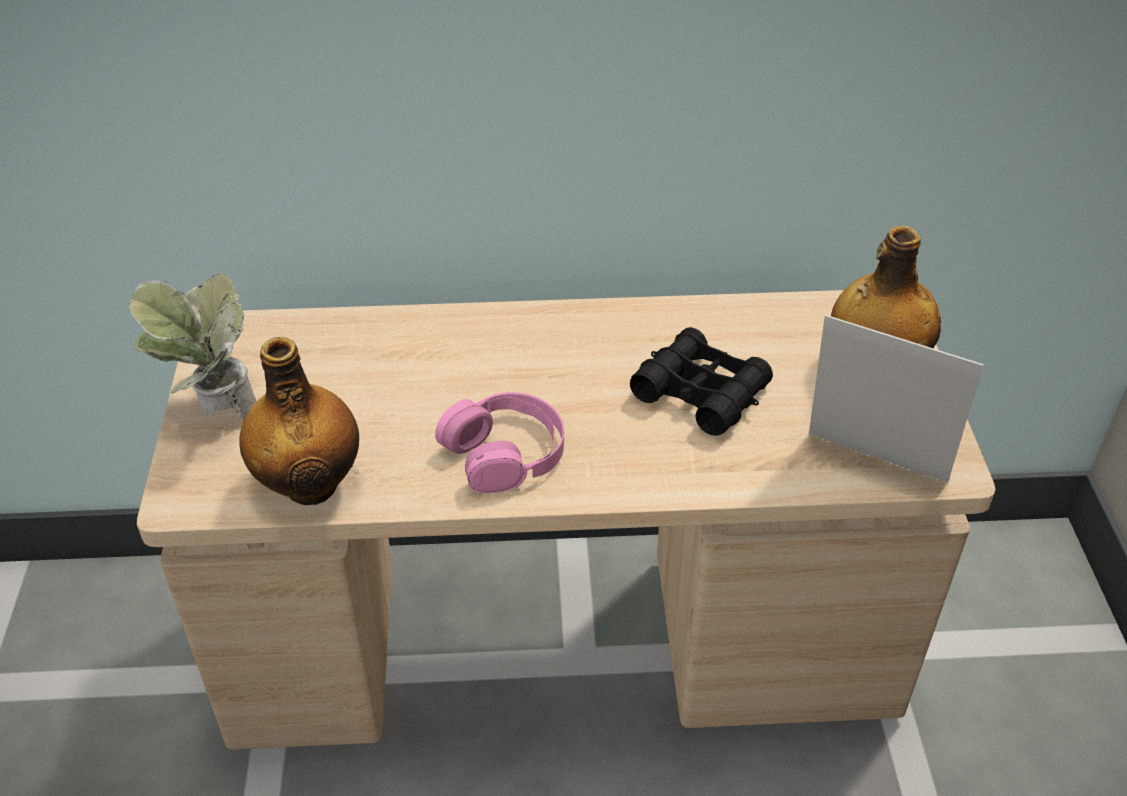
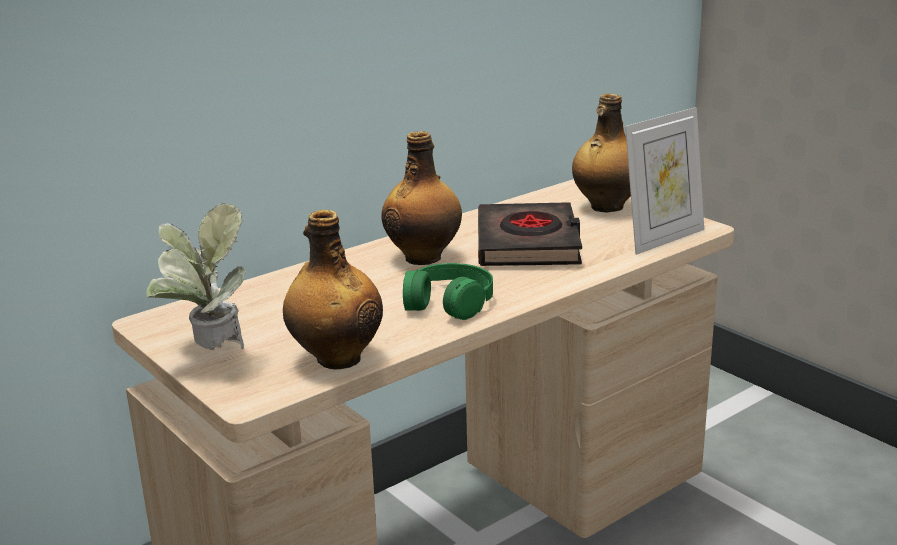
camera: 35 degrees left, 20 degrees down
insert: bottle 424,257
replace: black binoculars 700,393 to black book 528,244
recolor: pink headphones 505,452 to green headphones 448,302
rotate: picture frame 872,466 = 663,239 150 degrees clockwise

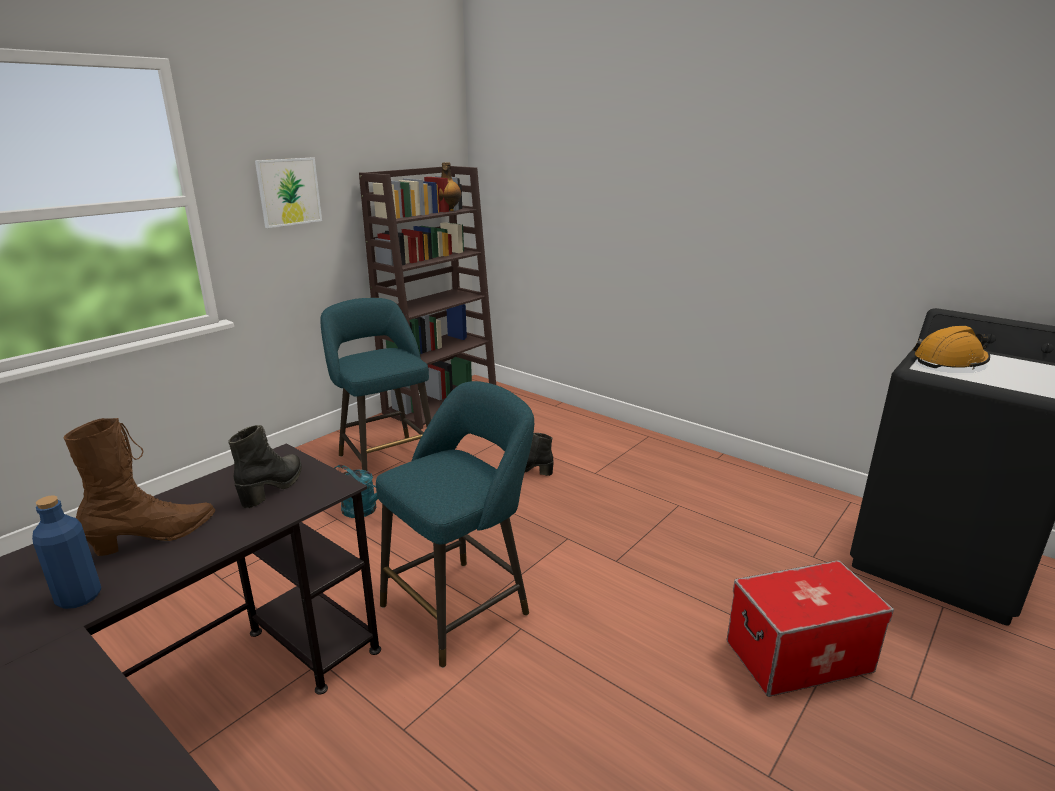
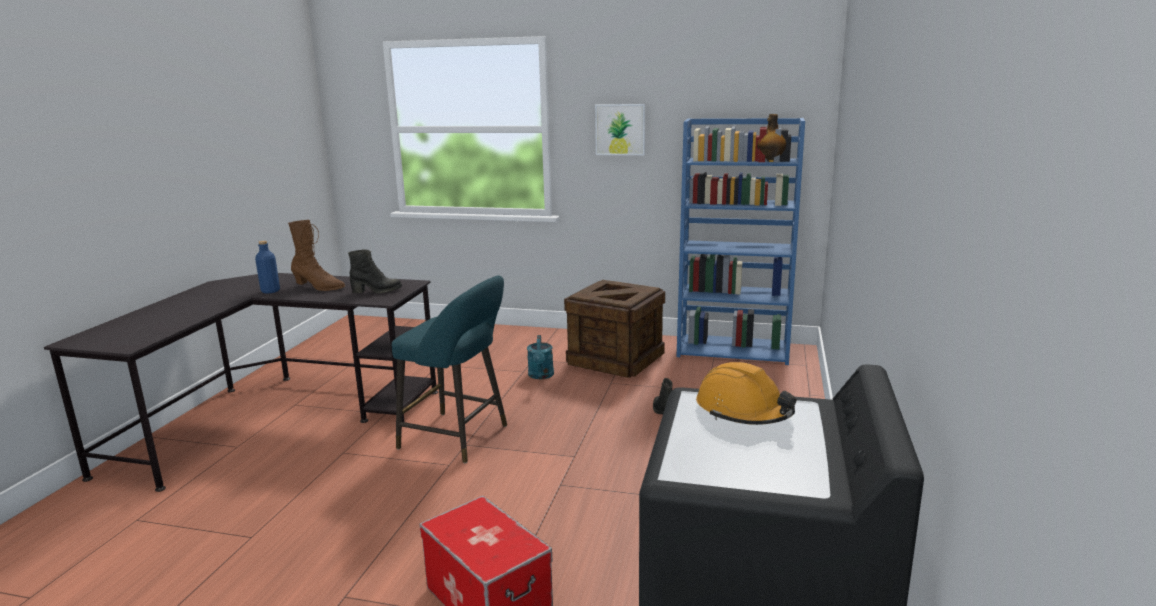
camera: 65 degrees right, 5 degrees down
replace: turquoise stool 385,458 to crate 616,360
recolor: brown bookcase 441,403 to blue bookcase 734,350

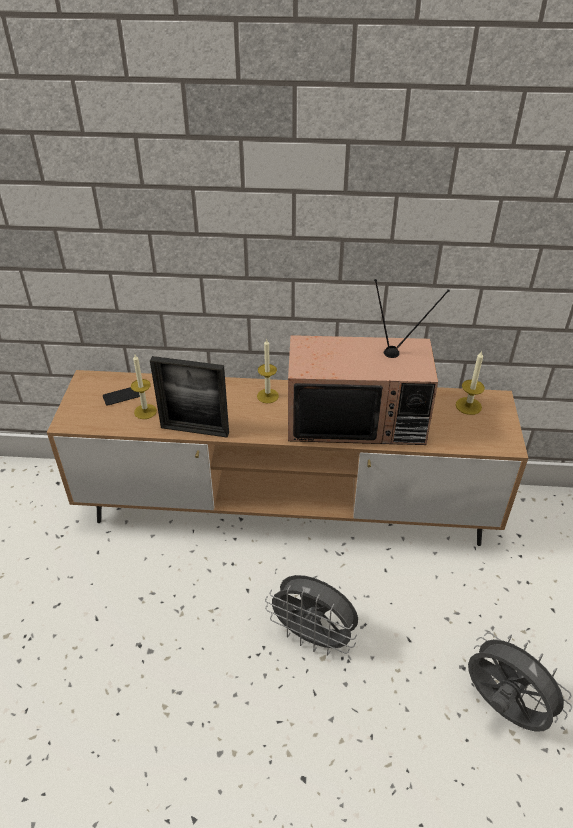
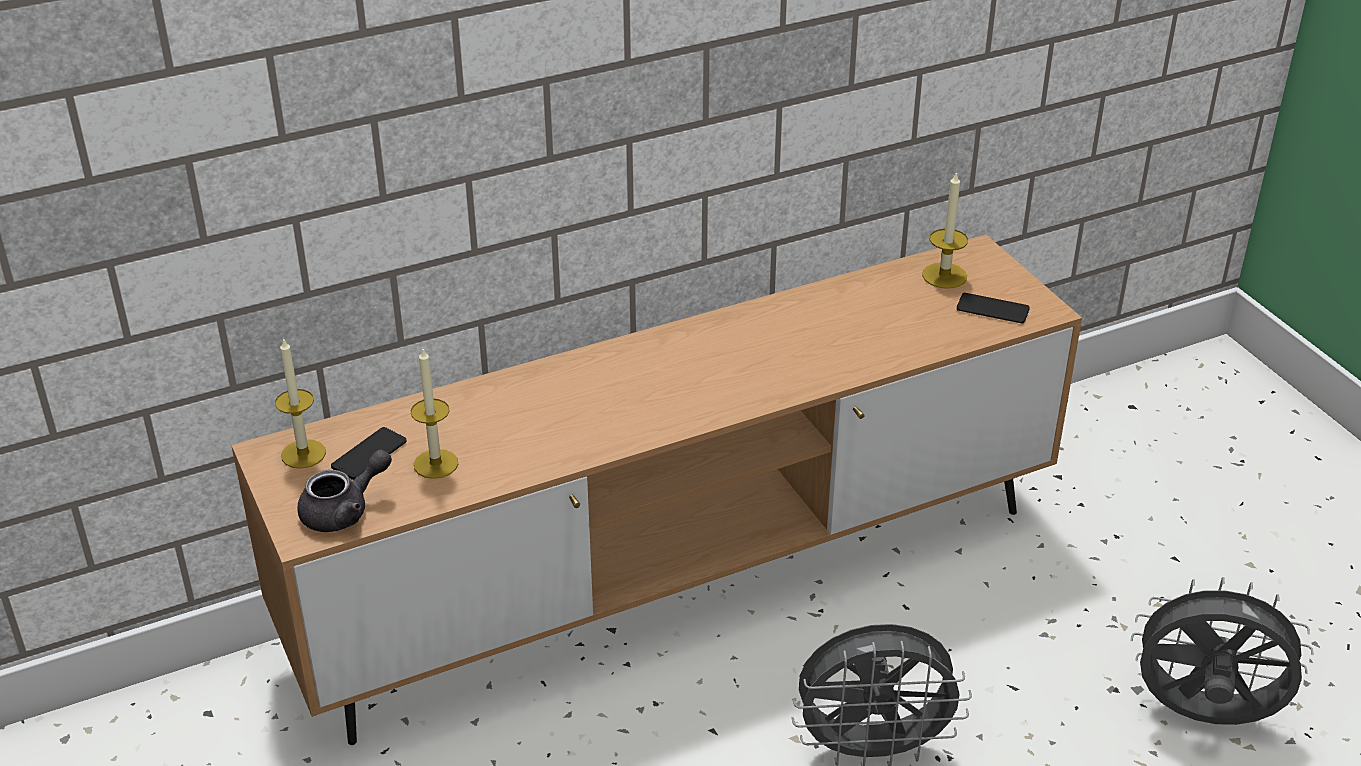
camera: 30 degrees left, 5 degrees down
delete: picture frame 194,430; television 357,418
insert: grey teapot 344,511; phone 992,309
move: candle 267,396 to 303,454

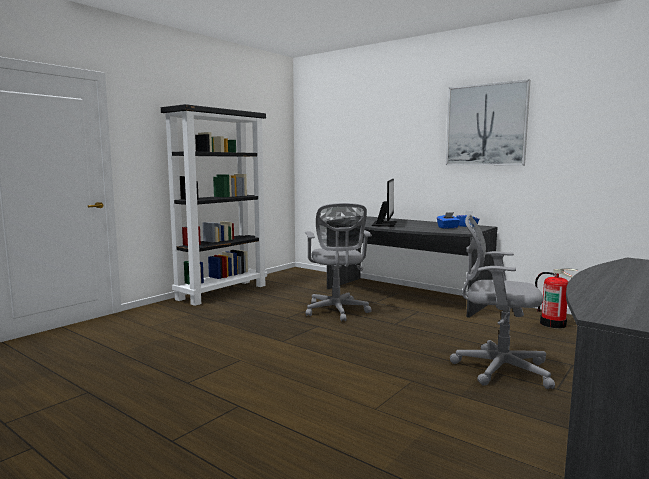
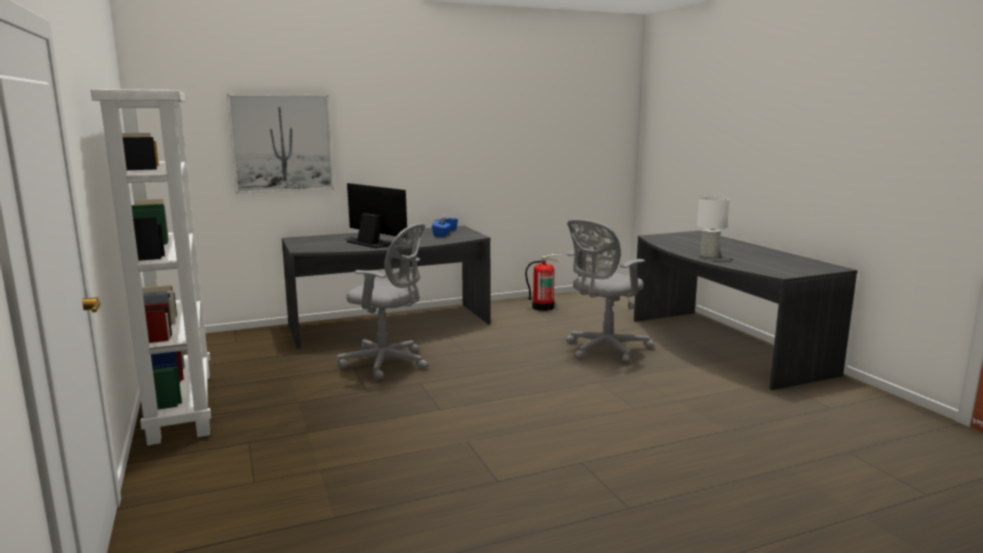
camera: 60 degrees left, 5 degrees up
insert: white table lamp 710,256
move: picture 486,125 to 282,143
recolor: black bookcase 222,292 to white bookcase 180,405

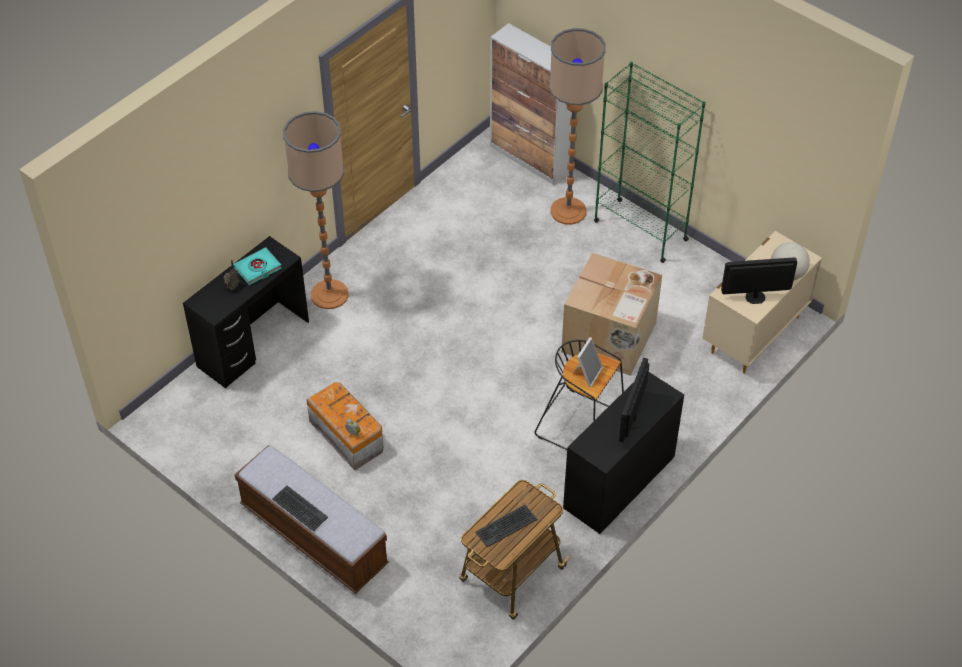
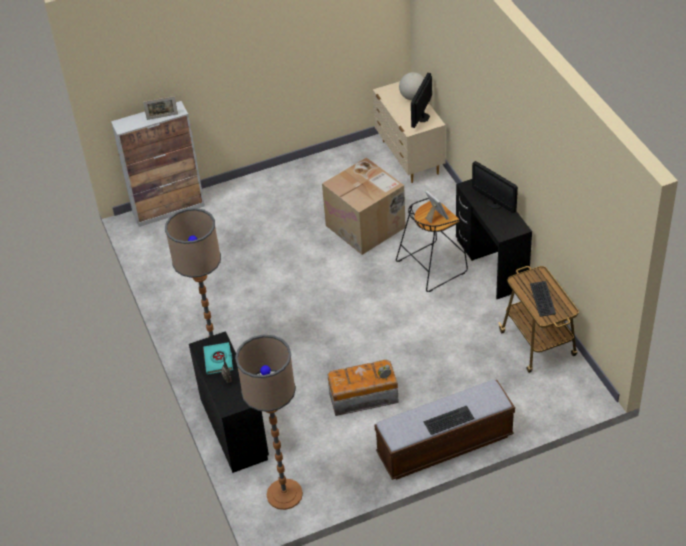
camera: 60 degrees left, 5 degrees down
delete: green bookcase 640,230
insert: picture frame 162,117
move: floor lamp 568,211 to 284,494

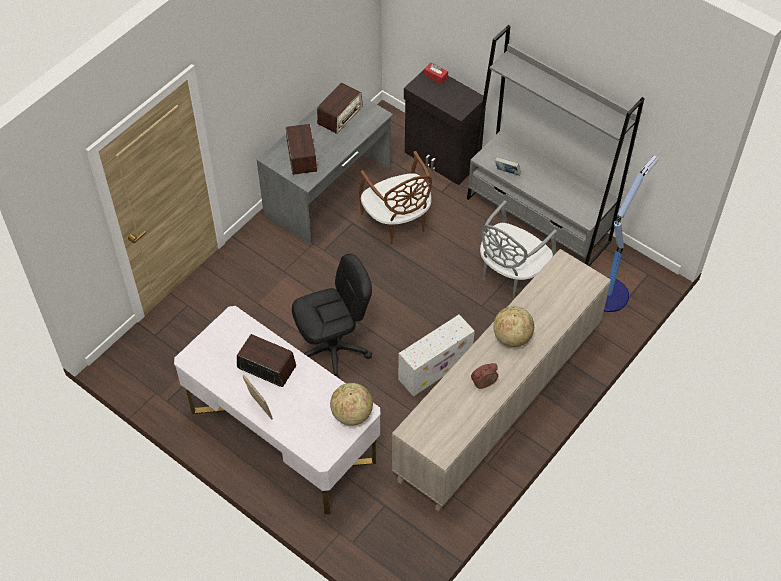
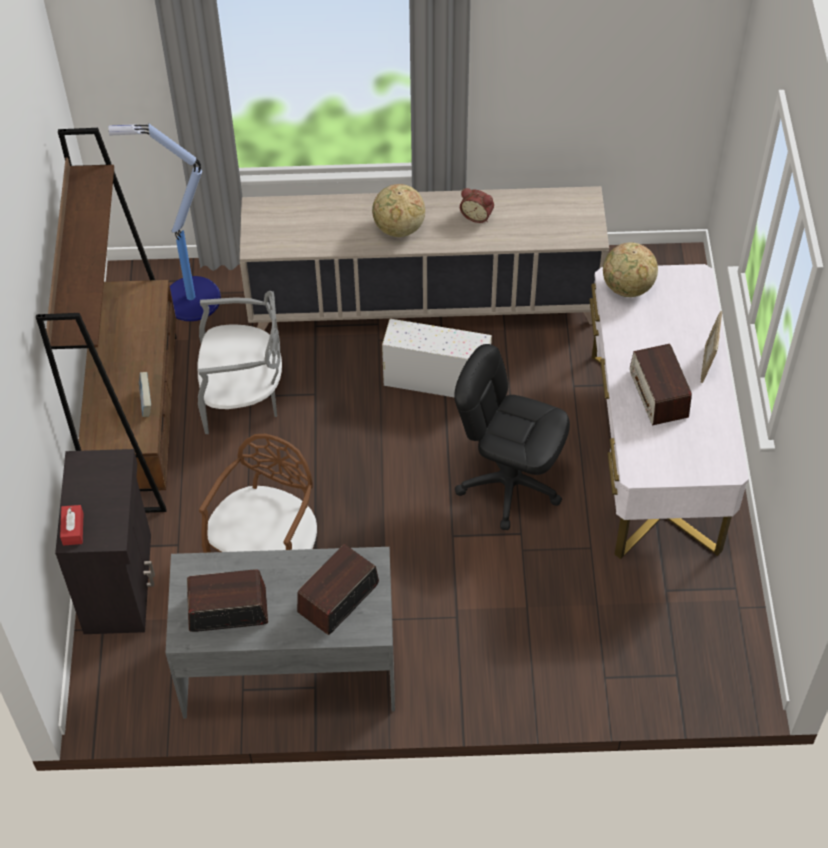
camera: 130 degrees left, 0 degrees up
recolor: grey bookcase 538,220 to brown bookcase 137,421

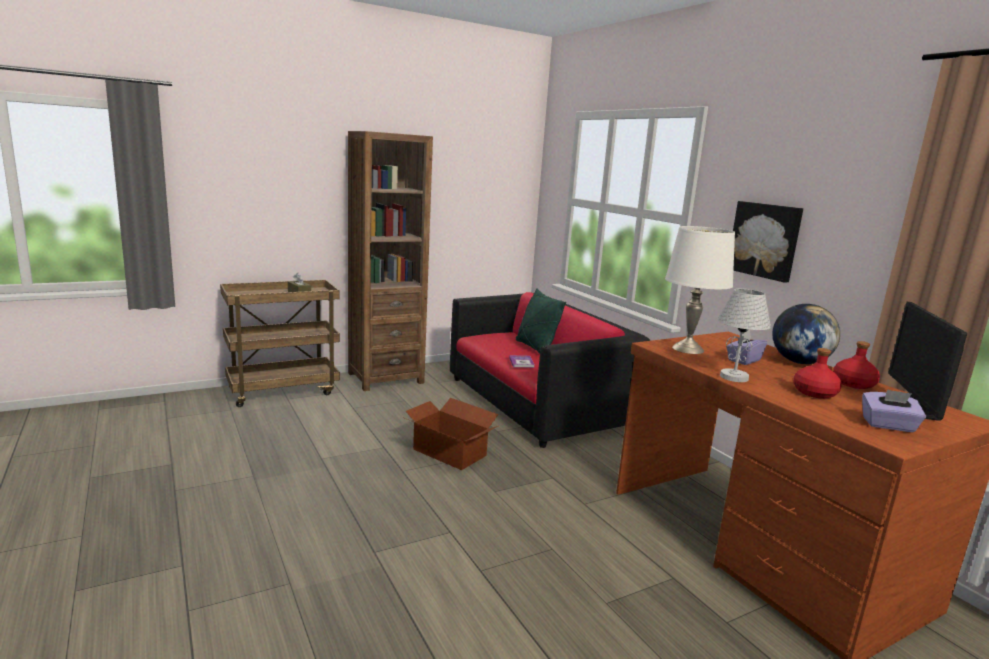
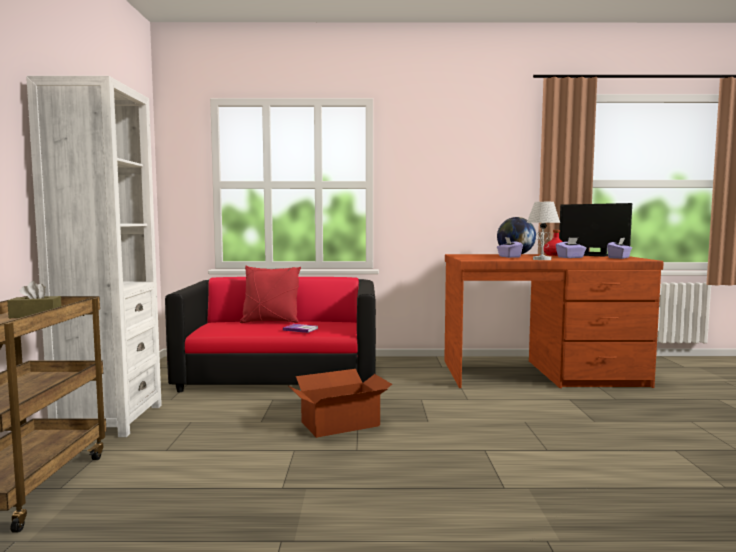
camera: 60 degrees left, 10 degrees down
delete: white table lamp 687,349; picture 765,240
replace: red bottle 815,393 to purple tissue box 570,257
recolor: brown bookcase 385,378 to white bookcase 109,420; green pillow 535,348 to red pillow 270,322

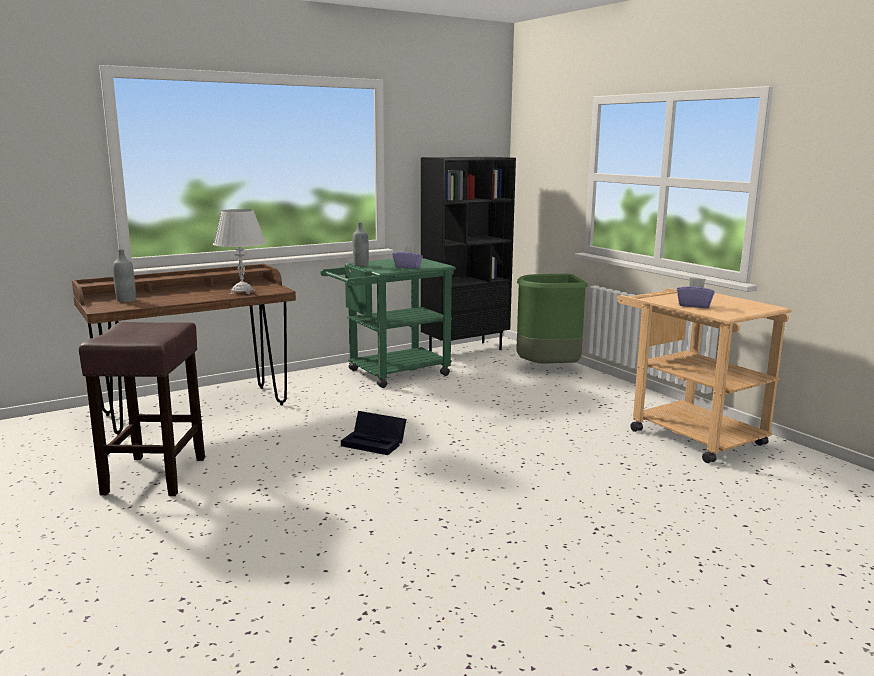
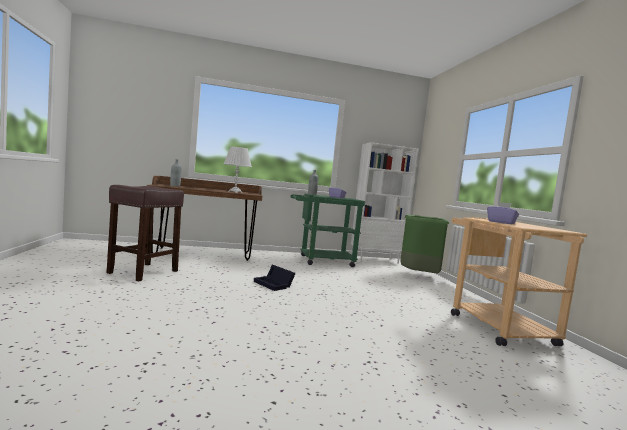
camera: 20 degrees right, 10 degrees down
recolor: black bookcase 465,350 to white bookcase 376,260

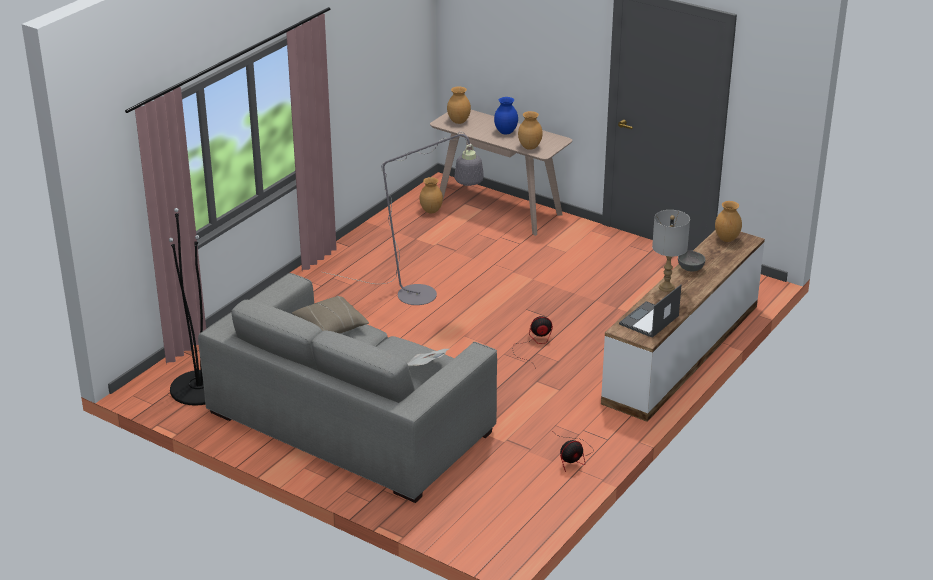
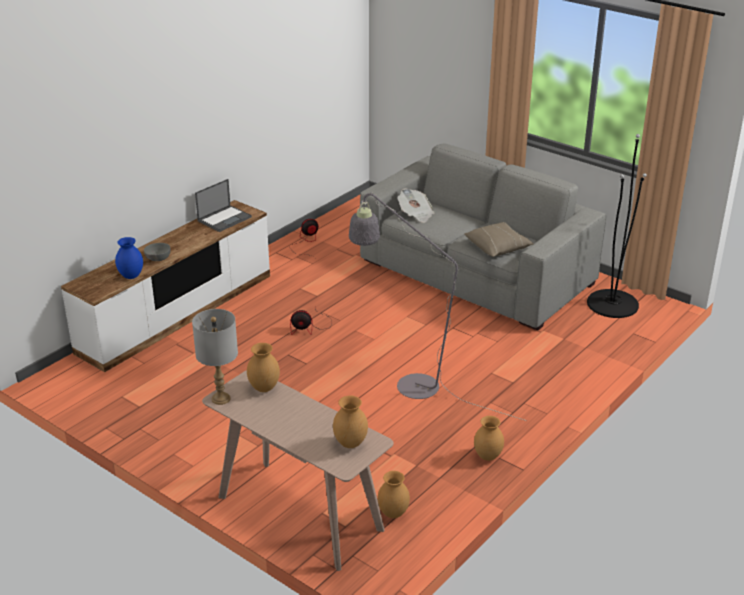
camera: 175 degrees left, 0 degrees up
move: blue vase 505,132 to 131,276; grey table lamp 667,287 to 220,399; brown vase 726,239 to 487,457

